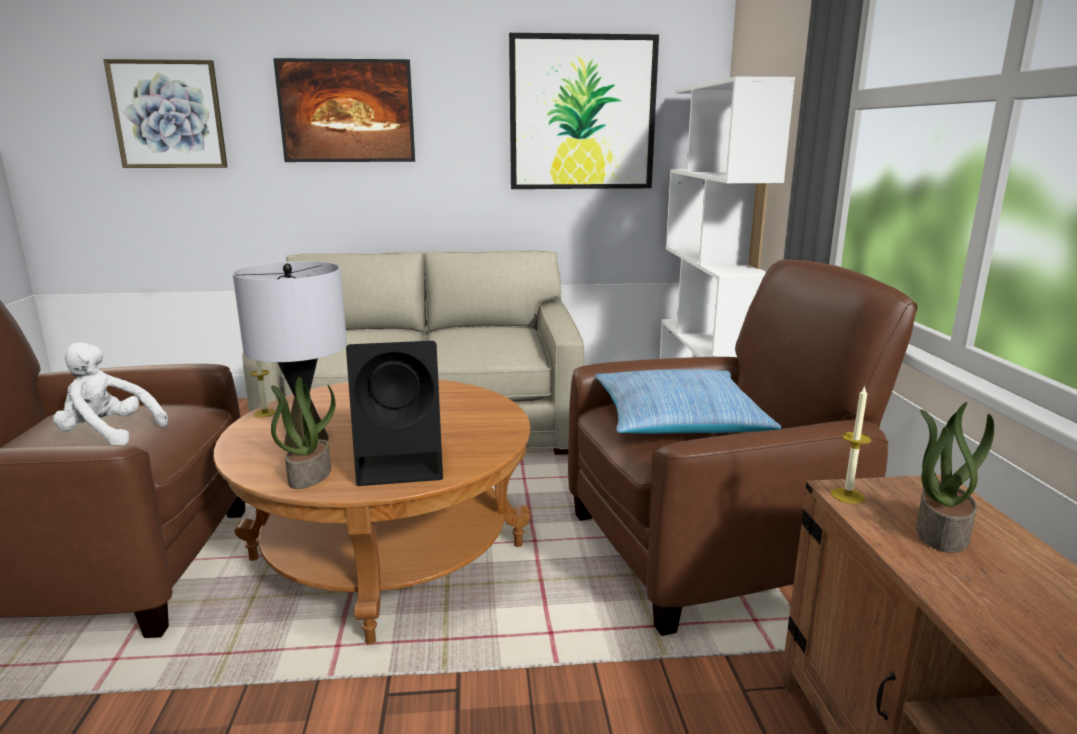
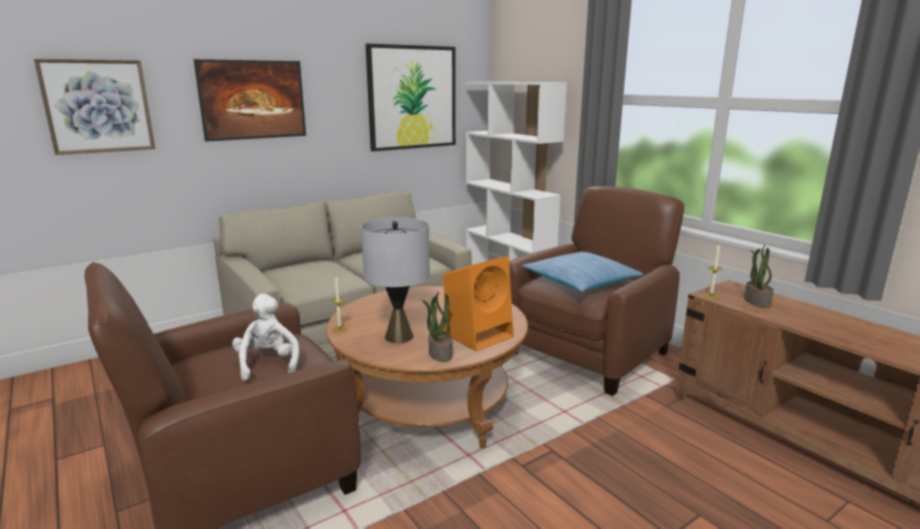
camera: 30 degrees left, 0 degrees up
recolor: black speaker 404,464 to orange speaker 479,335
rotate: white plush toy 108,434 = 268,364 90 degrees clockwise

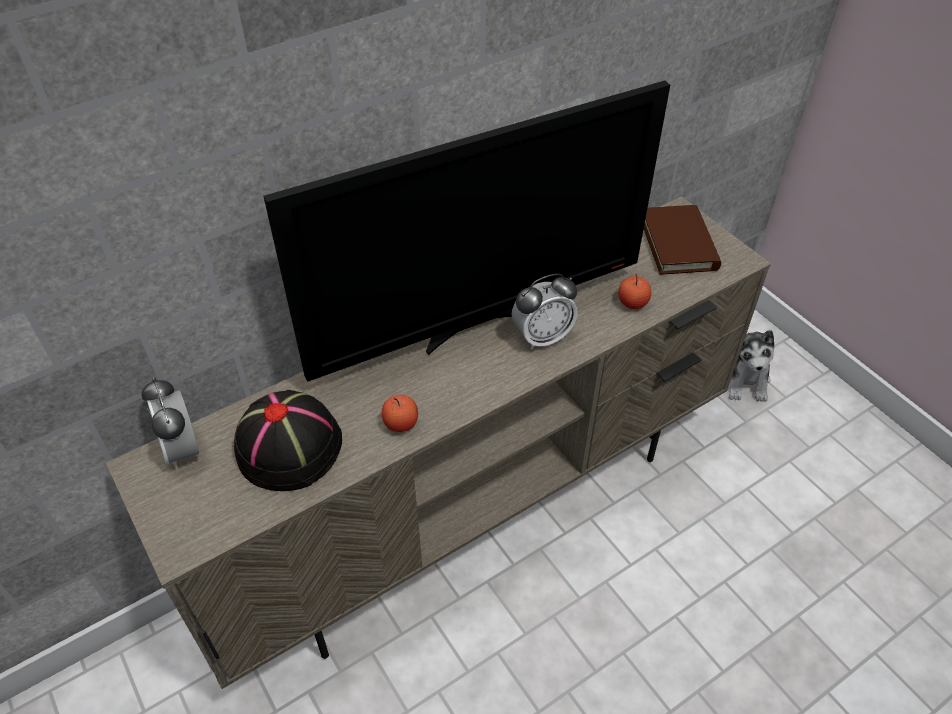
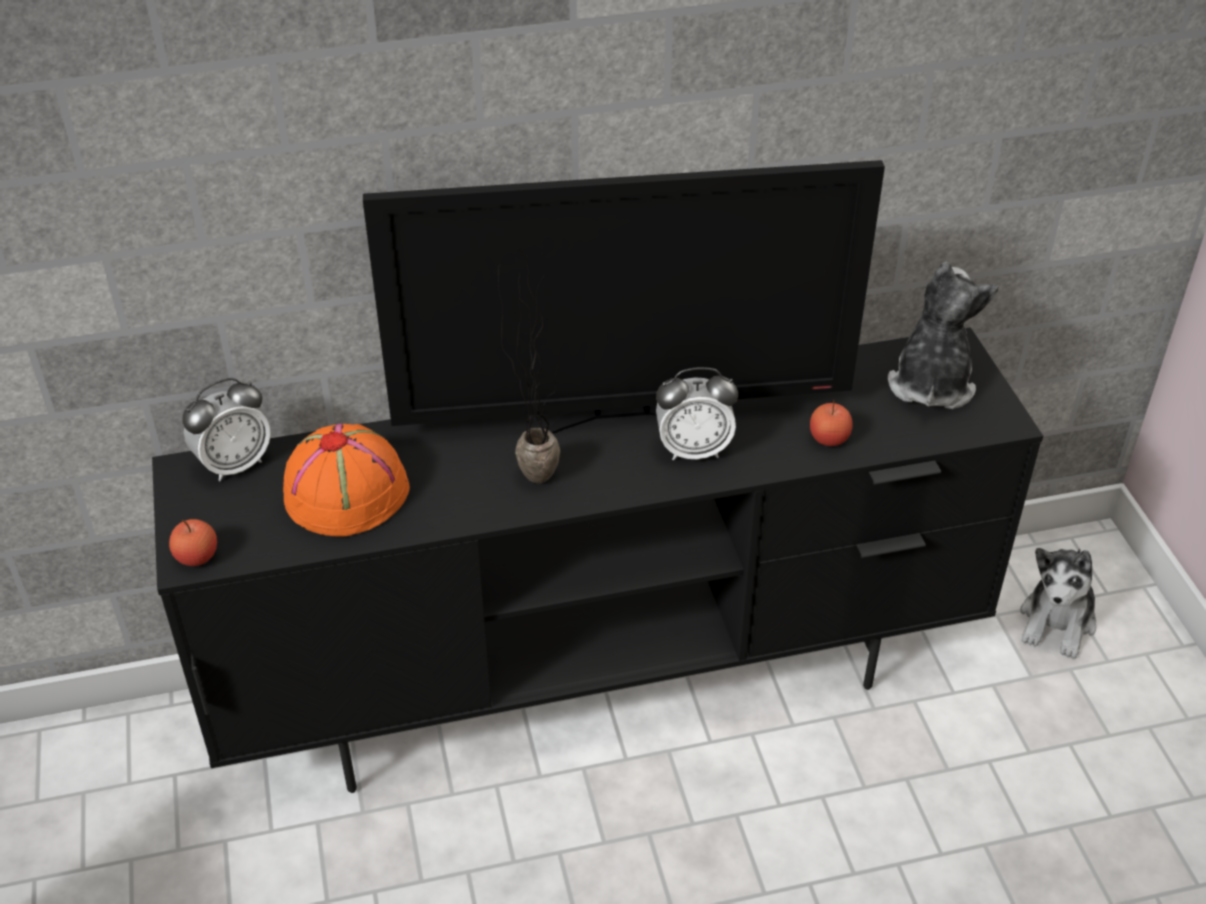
camera: 20 degrees right, 5 degrees down
insert: potted plant 535,467
move: apple 401,423 to 197,557
replace: brown book 678,244 to plush toy 930,383
recolor: beige tv stand 475,512 to black tv stand 605,683; black hat 289,446 to orange hat 347,491
rotate: alarm clock 182,449 = 234,464 120 degrees counterclockwise

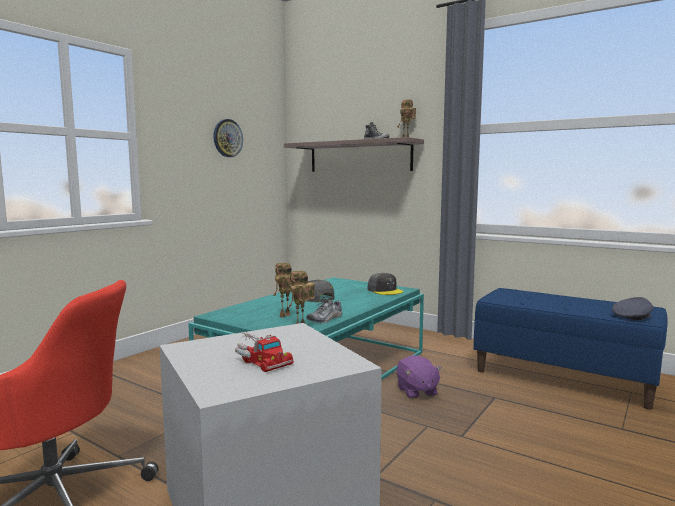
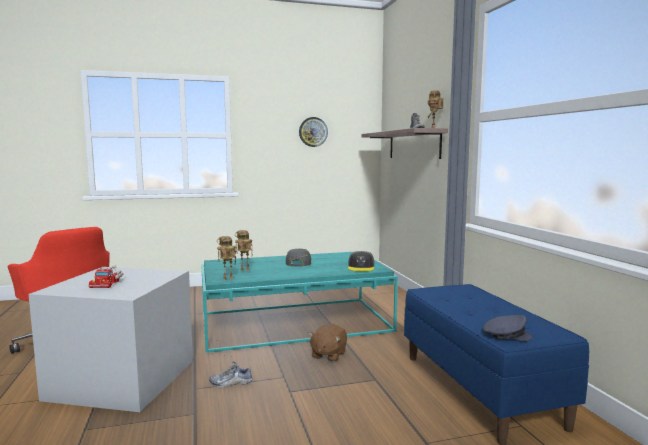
camera: 40 degrees right, 0 degrees up
move: shoe 325,319 to 231,383
recolor: purple plush toy 416,391 to brown plush toy 328,355

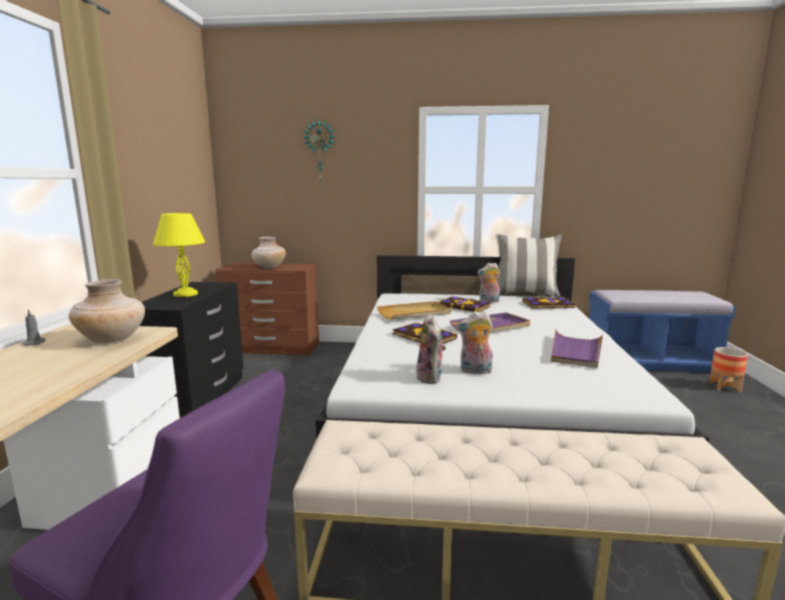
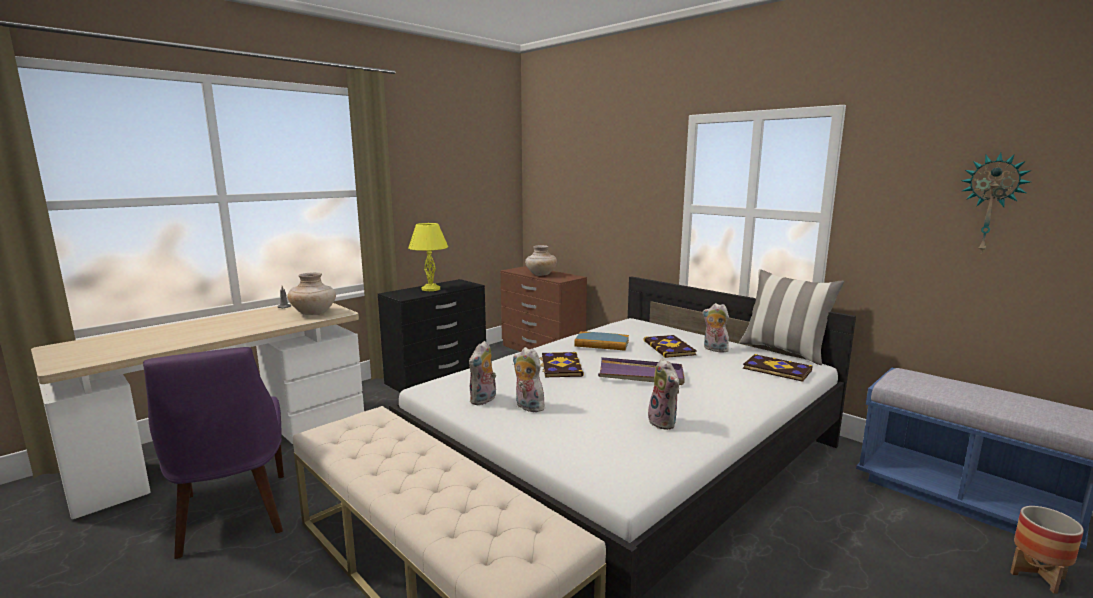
camera: 40 degrees right, 0 degrees up
move: wall clock 320,151 to 991,203
replace: beige tray 414,313 to book 601,343; purple tray 576,351 to plush toy 664,422

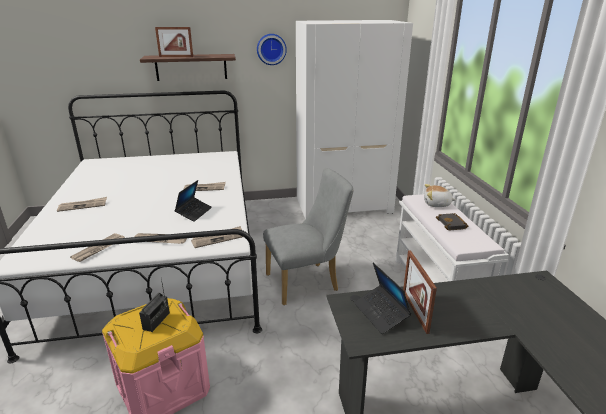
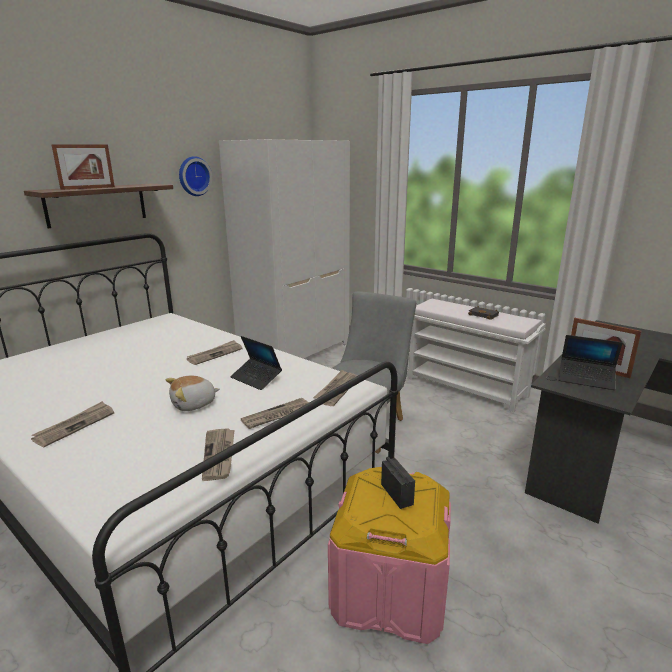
camera: 40 degrees left, 5 degrees down
move: plush toy 437,204 to 194,404
rotate: laptop 194,212 = 256,378 150 degrees clockwise

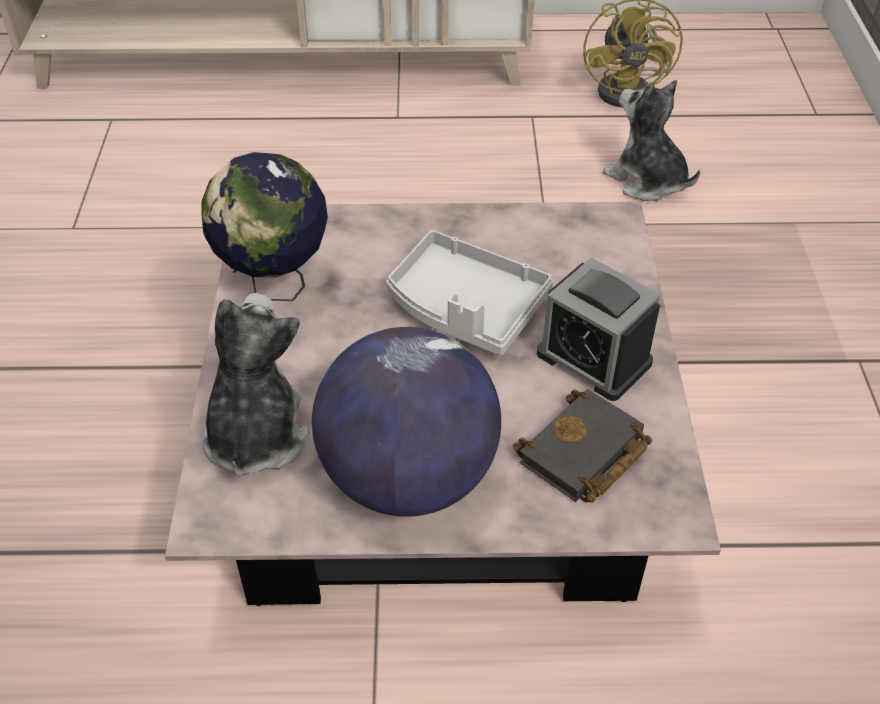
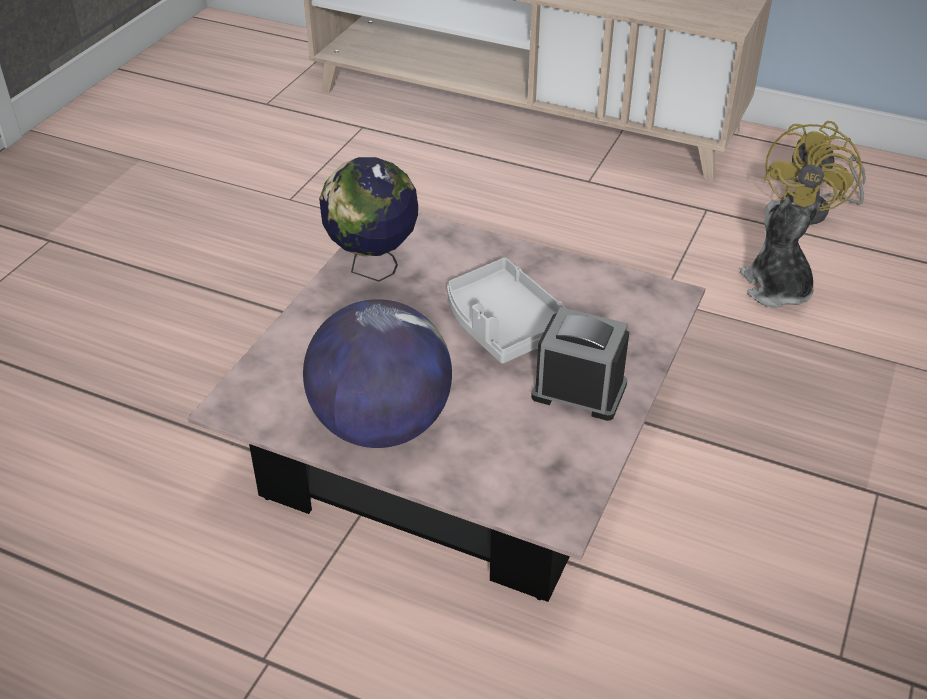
camera: 25 degrees right, 5 degrees down
delete: plush toy 256,434; black book 583,456
rotate: alarm clock 593,358 = 579,391 135 degrees clockwise

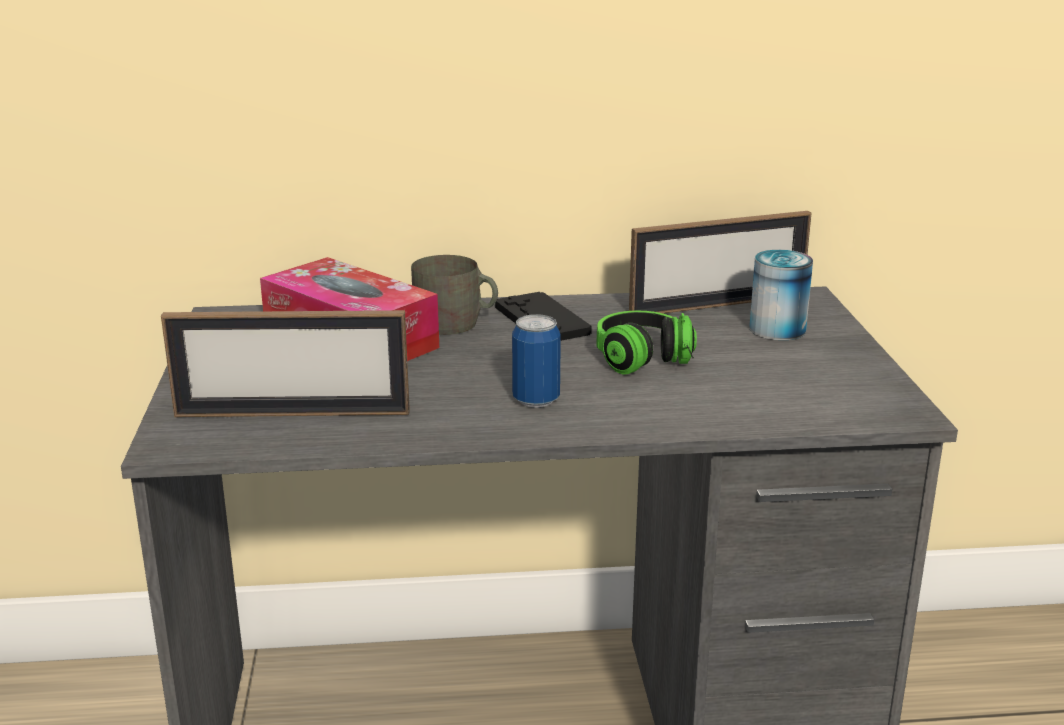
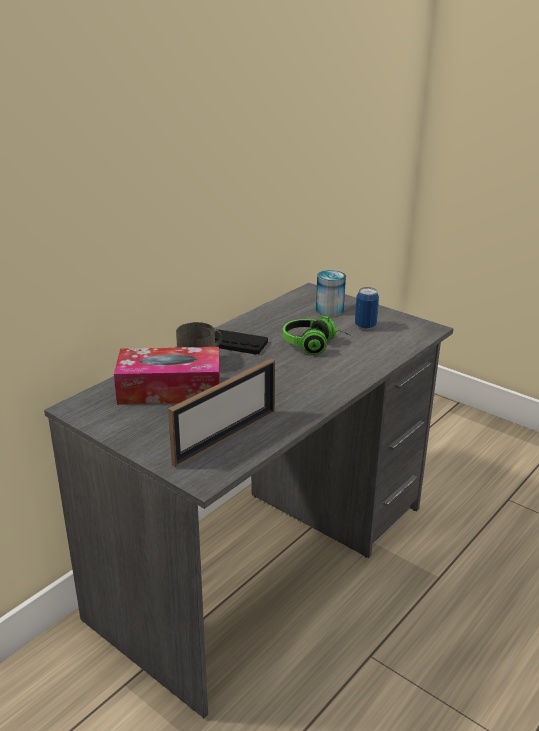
camera: 45 degrees left, 5 degrees up
delete: picture frame 717,305
move: can 536,400 to 365,326

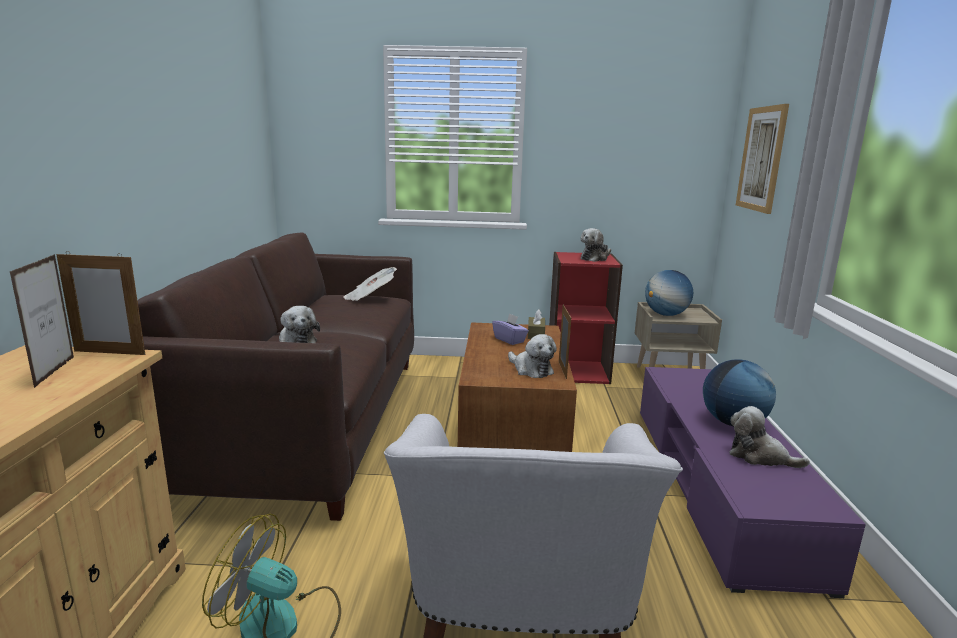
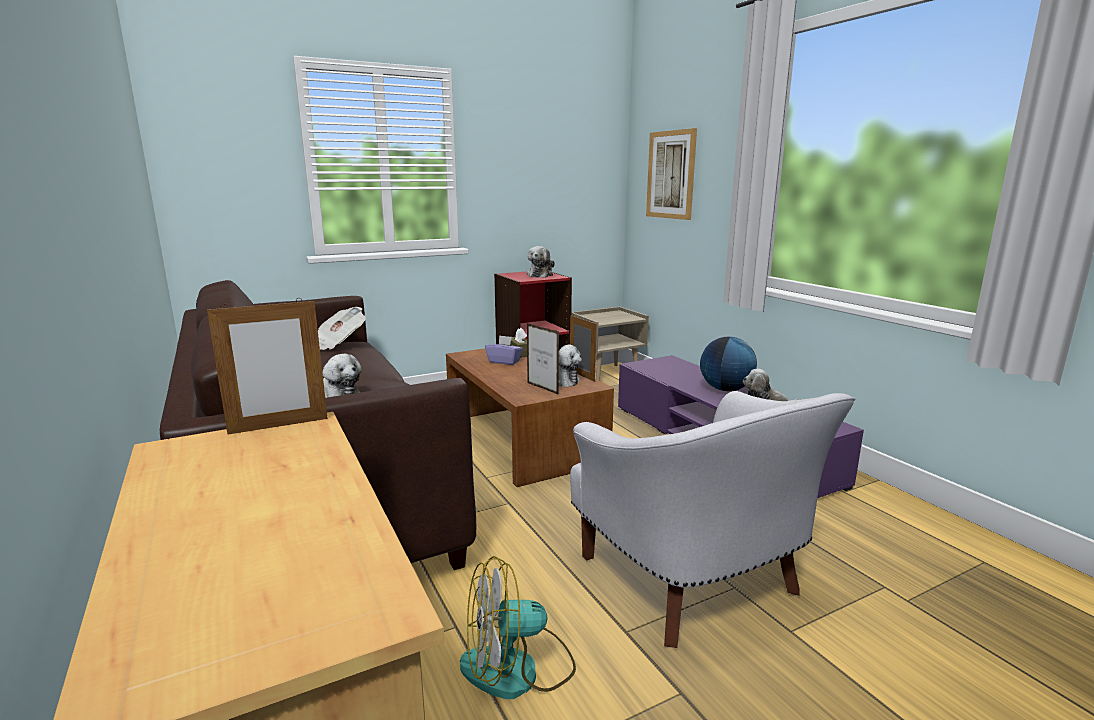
camera: 30 degrees left, 0 degrees up
delete: globe 666,315
move: picture frame 55,371 to 542,388

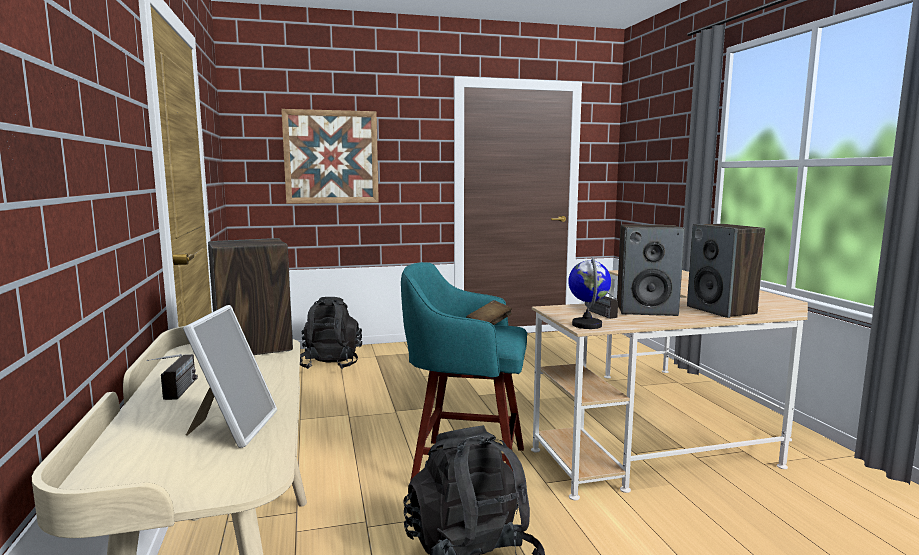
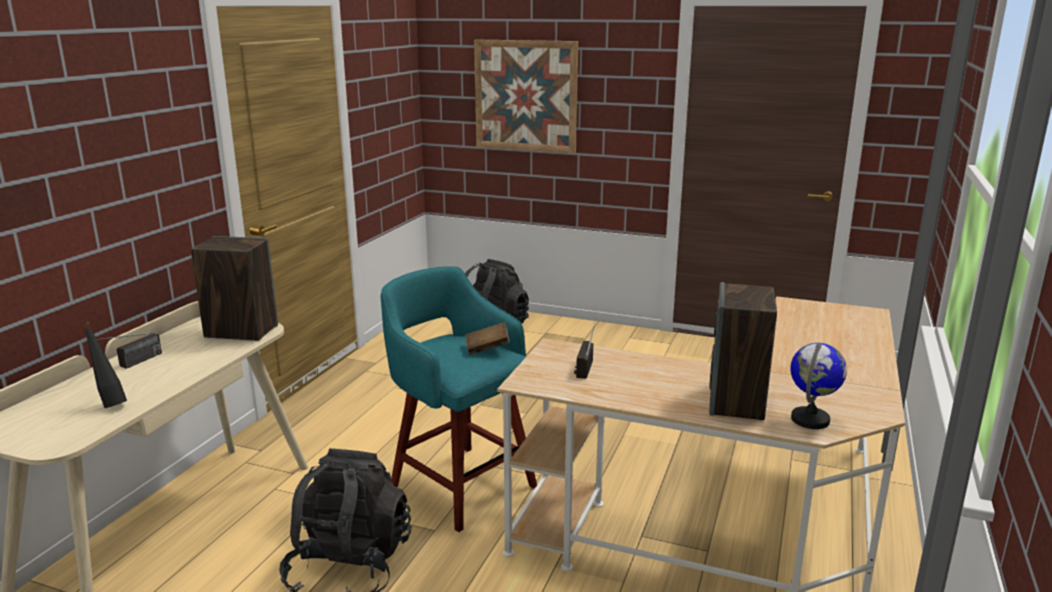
camera: 35 degrees right, 10 degrees up
delete: speaker 646,310
move: globe 587,325 to 810,420
replace: picture frame 232,428 to black bottle 110,404

